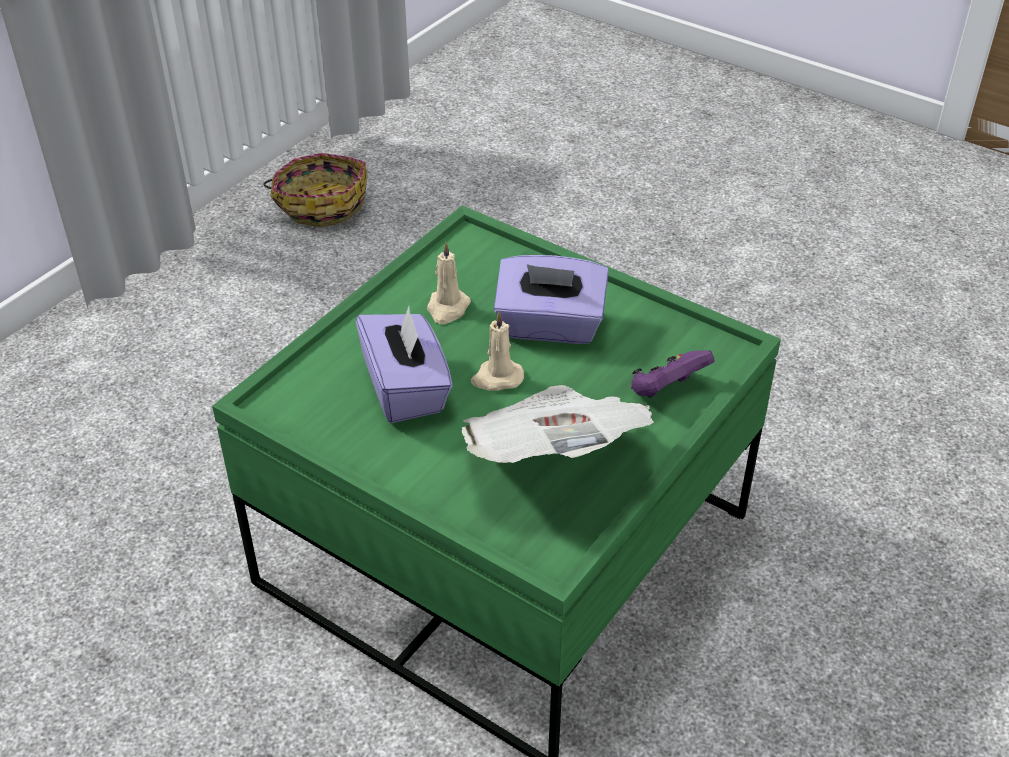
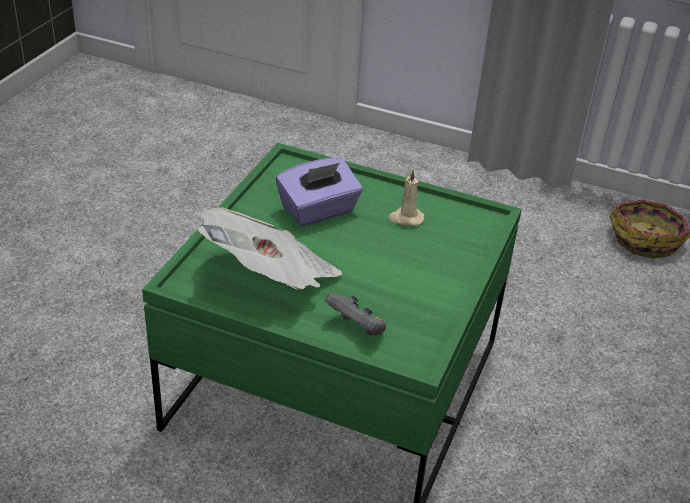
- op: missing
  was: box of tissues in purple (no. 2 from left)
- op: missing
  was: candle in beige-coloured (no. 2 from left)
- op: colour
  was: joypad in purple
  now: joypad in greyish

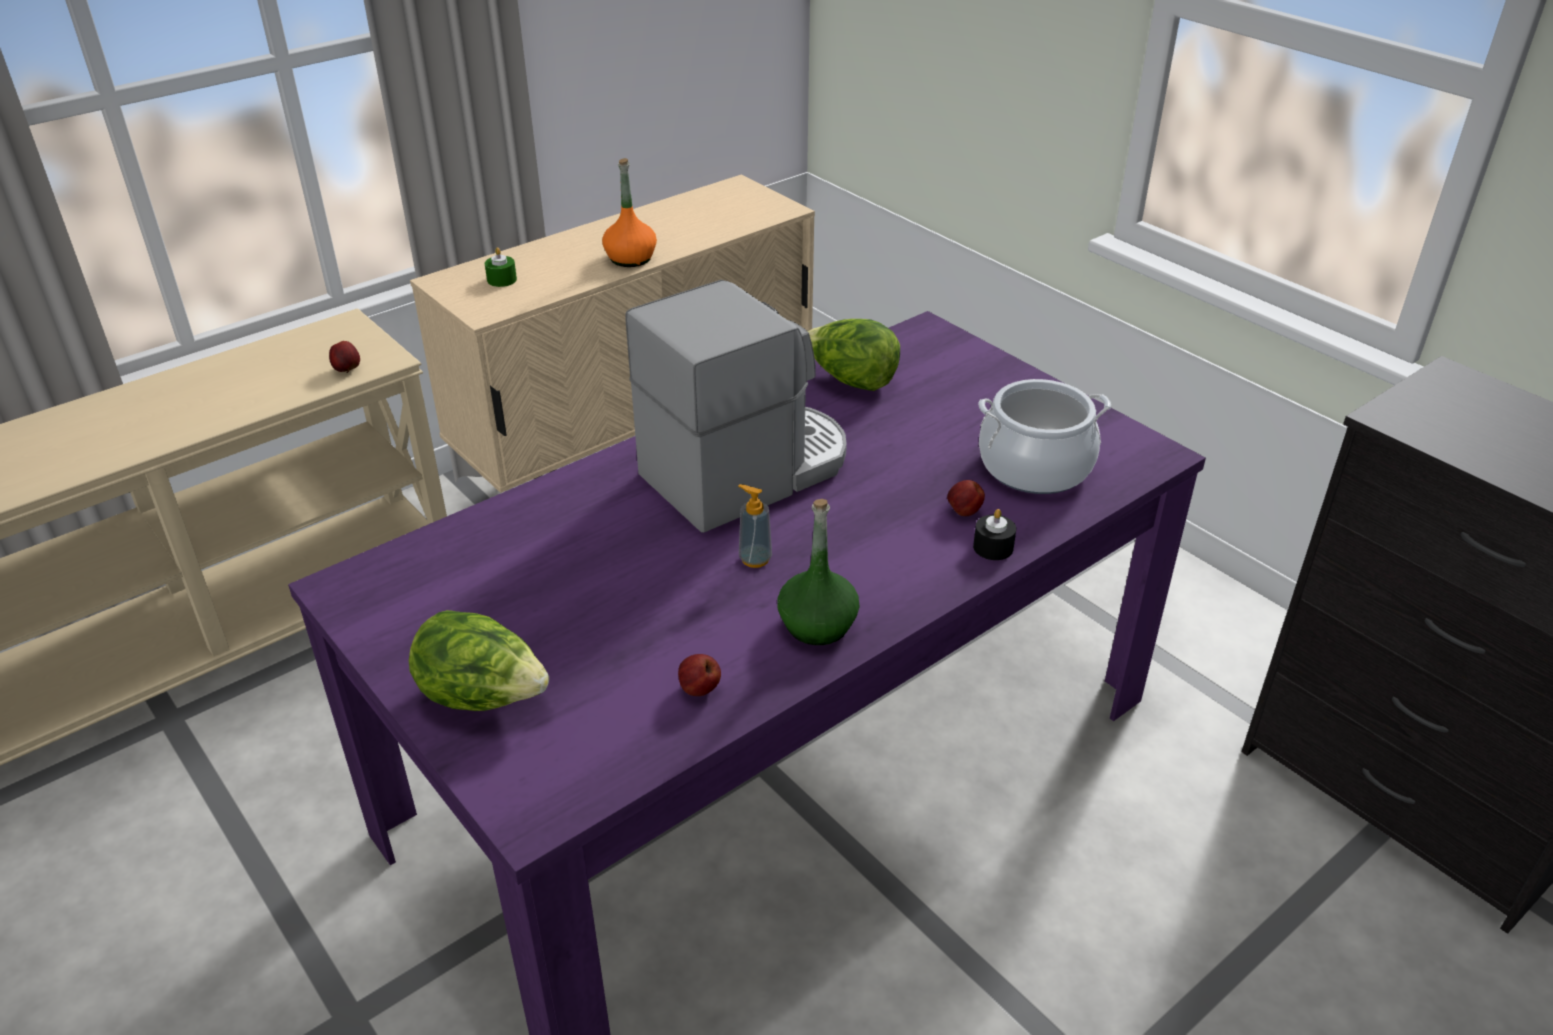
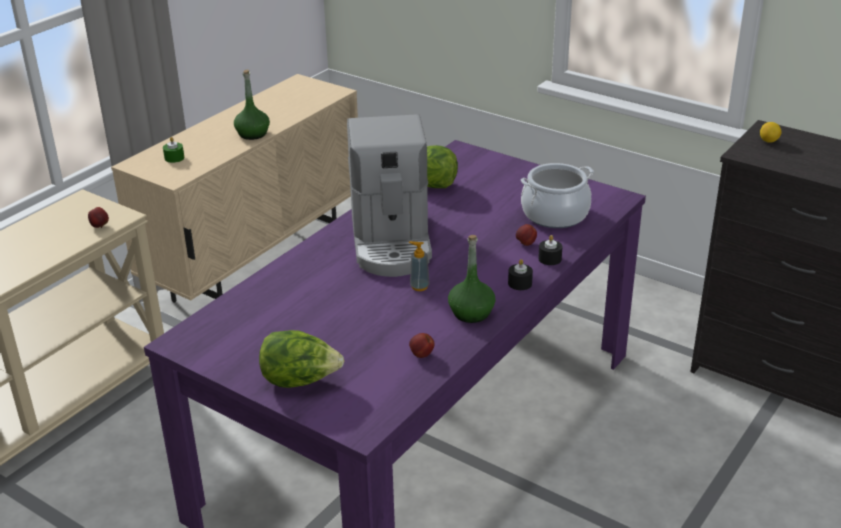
- op: colour
  was: beverage bottle in orangey
  now: beverage bottle in greenish (no. 1 from left)
- op: spun
  was: coffee brewer
  clockwise: 135
- op: appeared
  now: whole lemon
- op: appeared
  now: candle in black-coloured (no. 1 from left)

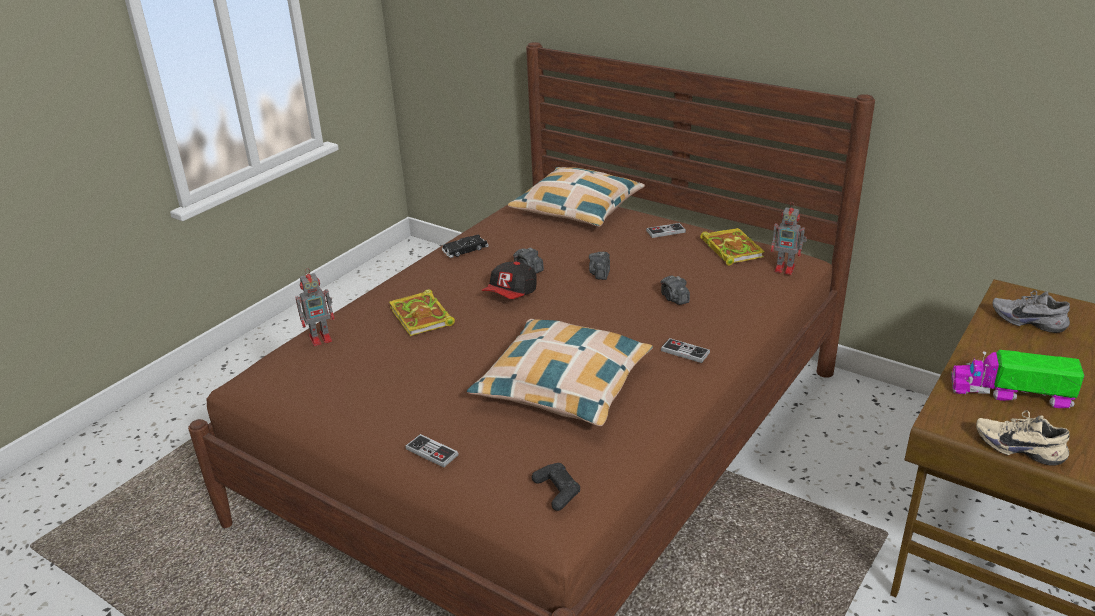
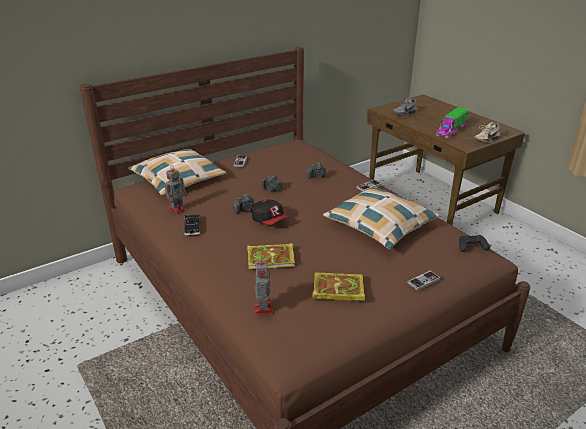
- op: relocated
  was: toy robot (no. 2 from left in the first image)
  now: toy robot (no. 1 from left)
- op: relocated
  was: bound book (no. 2 from left)

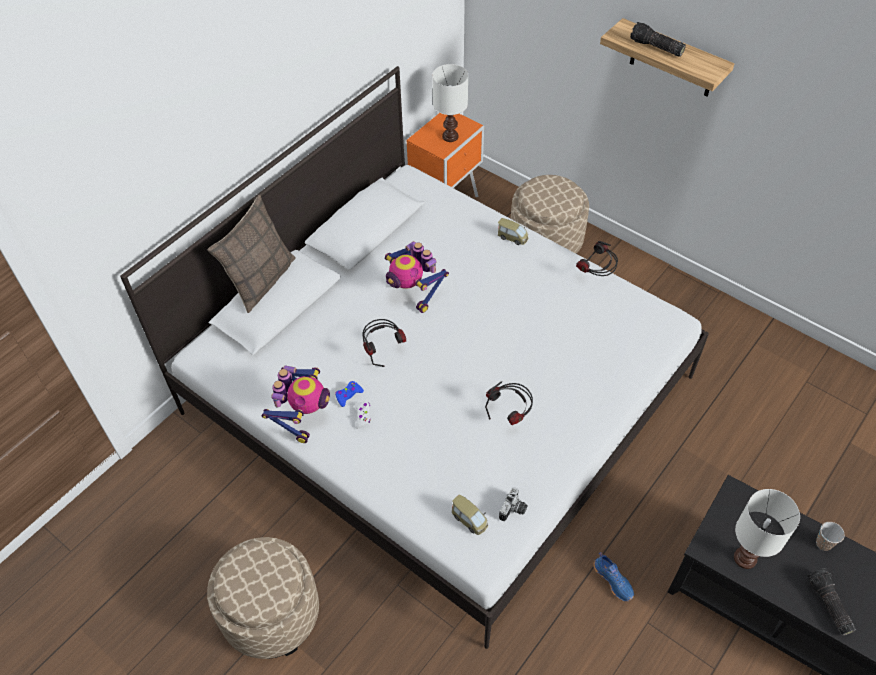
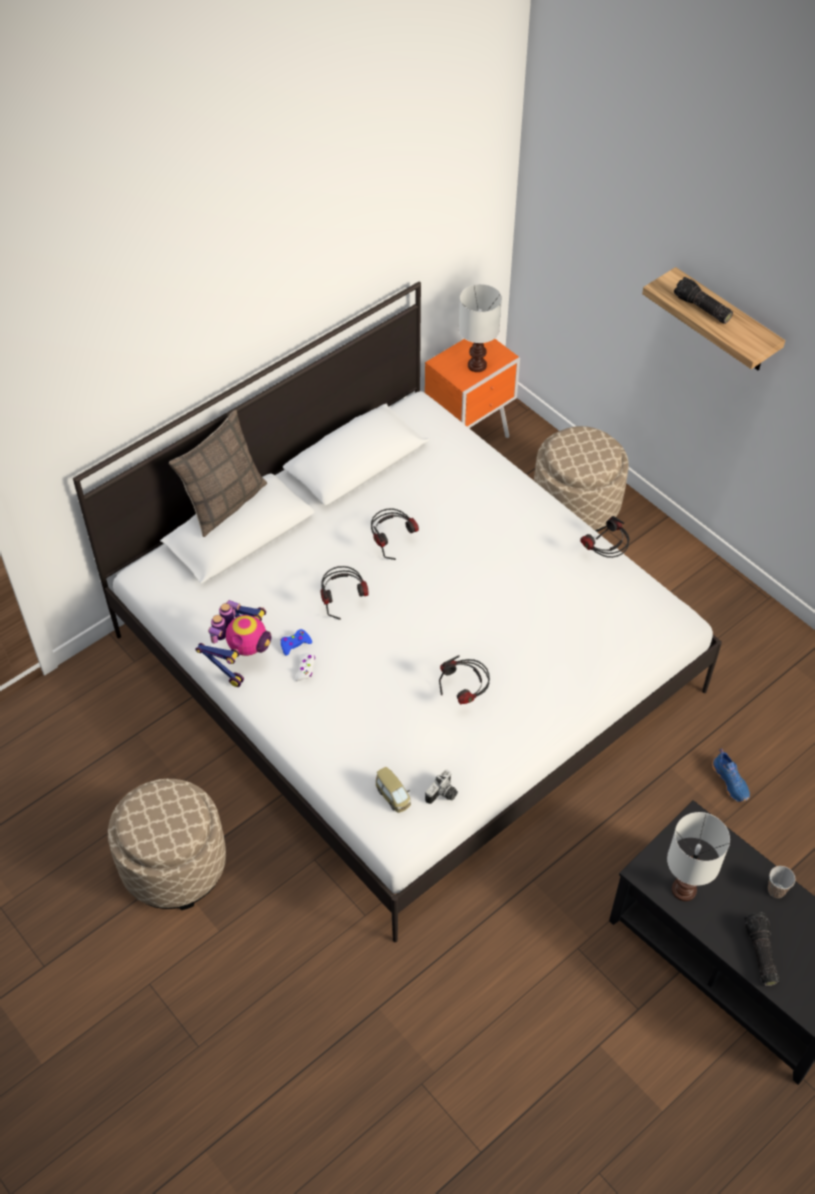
- op: missing
  was: model car (no. 2 from left)
- op: exchanged
  was: toy robot (no. 2 from left)
  now: headset (no. 2 from left)
- op: relocated
  was: shoe in bluish

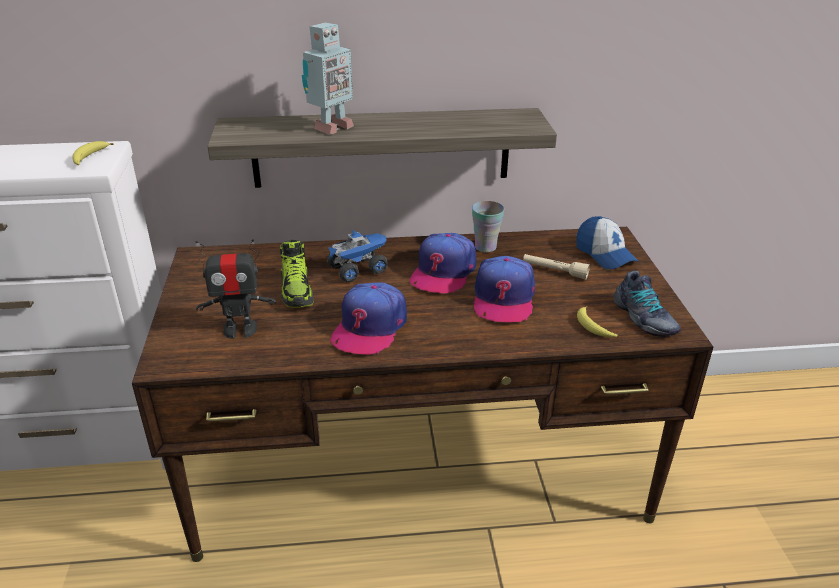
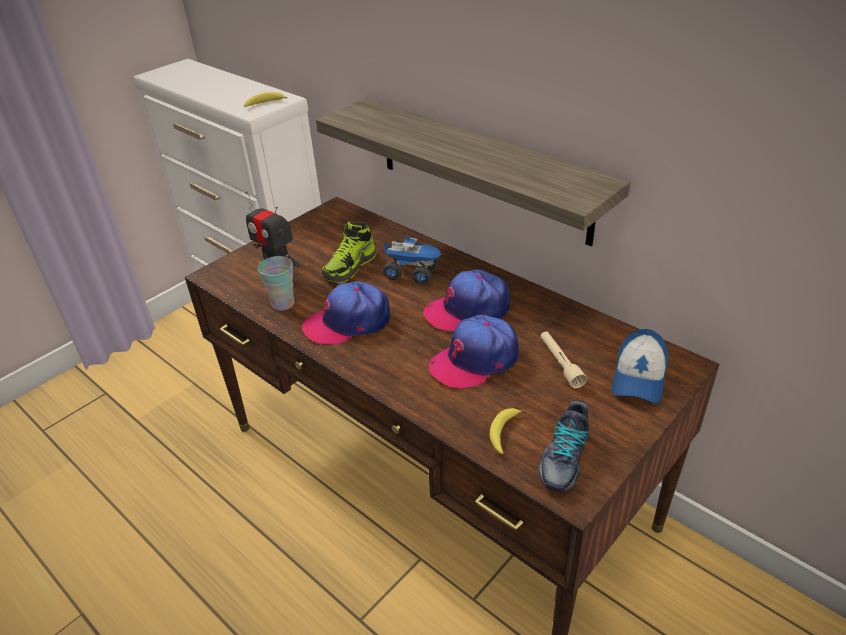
- op: missing
  was: toy robot (no. 2 from left)
- op: relocated
  was: drinking cup

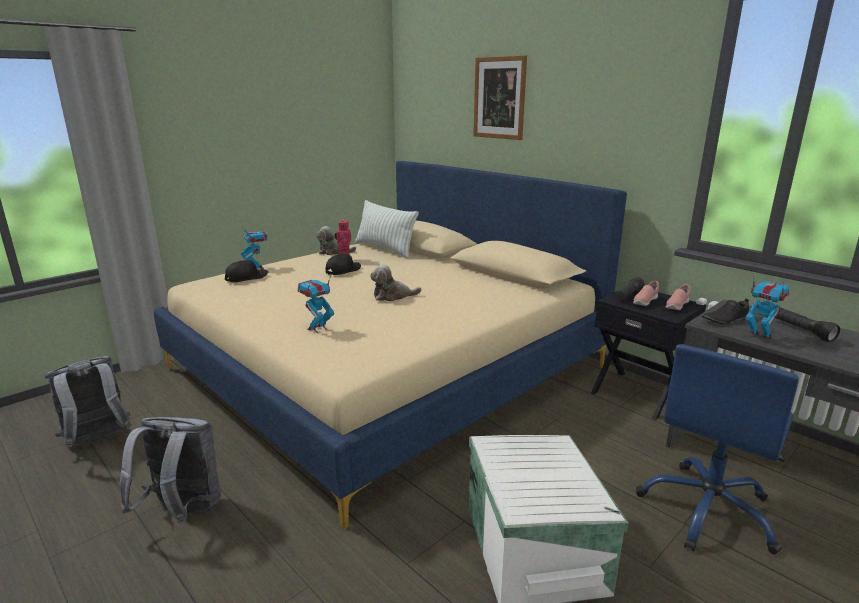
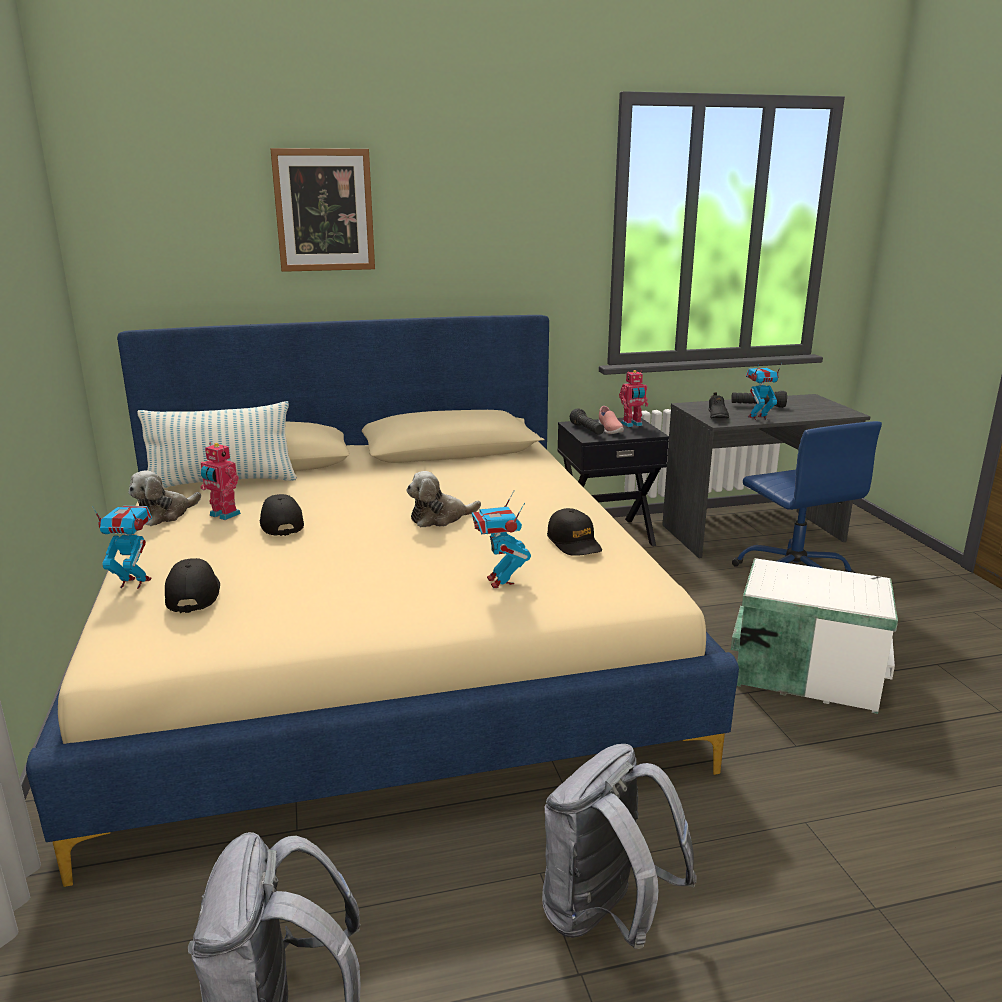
- op: spun
  was: plush toy (no. 2 from left)
  clockwise: 45
- op: exchanged
  was: shoe in pinkish (no. 2 from left)
  now: toy robot (no. 4 from left)
- op: appeared
  now: cap in black-coloured (no. 3 from left)

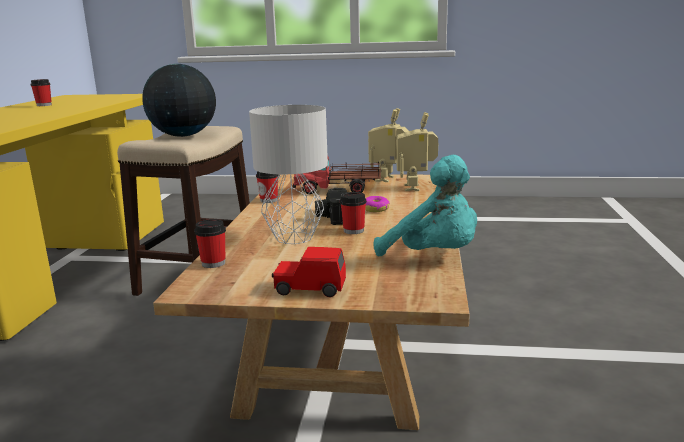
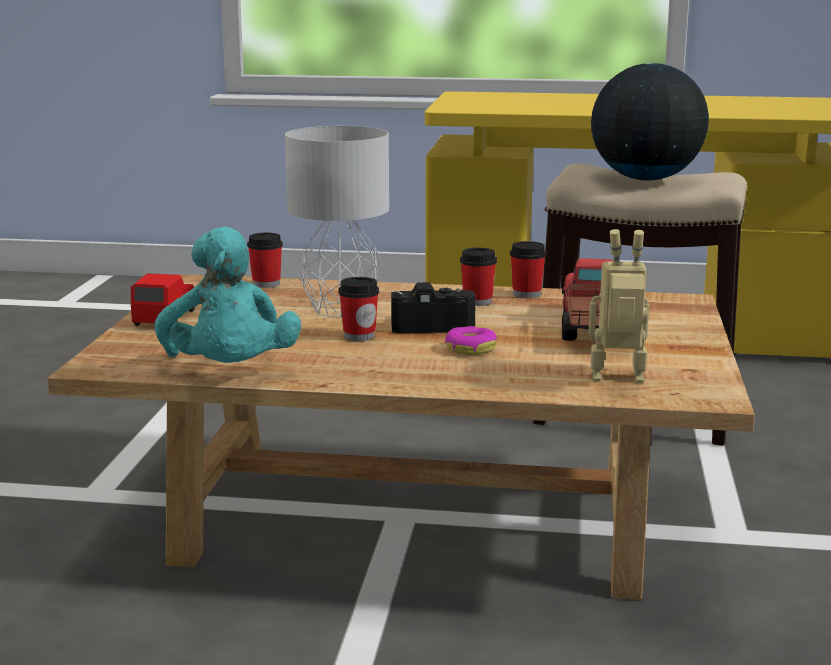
- op: relocated
  was: drinking cup (no. 1 from left in the first image)
  now: drinking cup (no. 3 from left)
- op: missing
  was: toy robot (no. 1 from left)
- op: spun
  was: plush toy in blue-green
  clockwise: -60

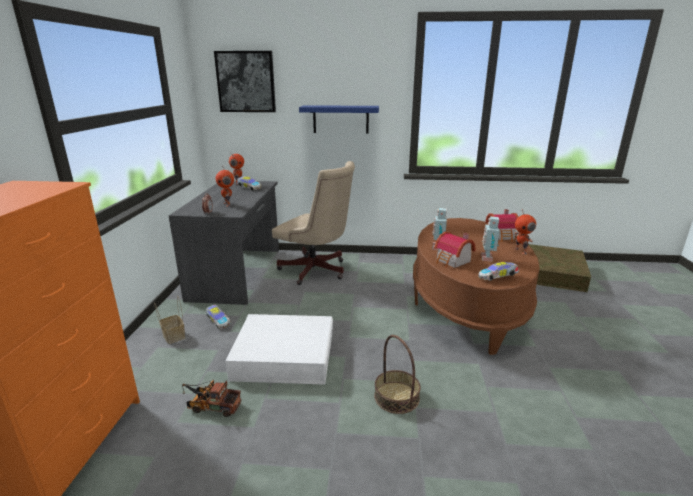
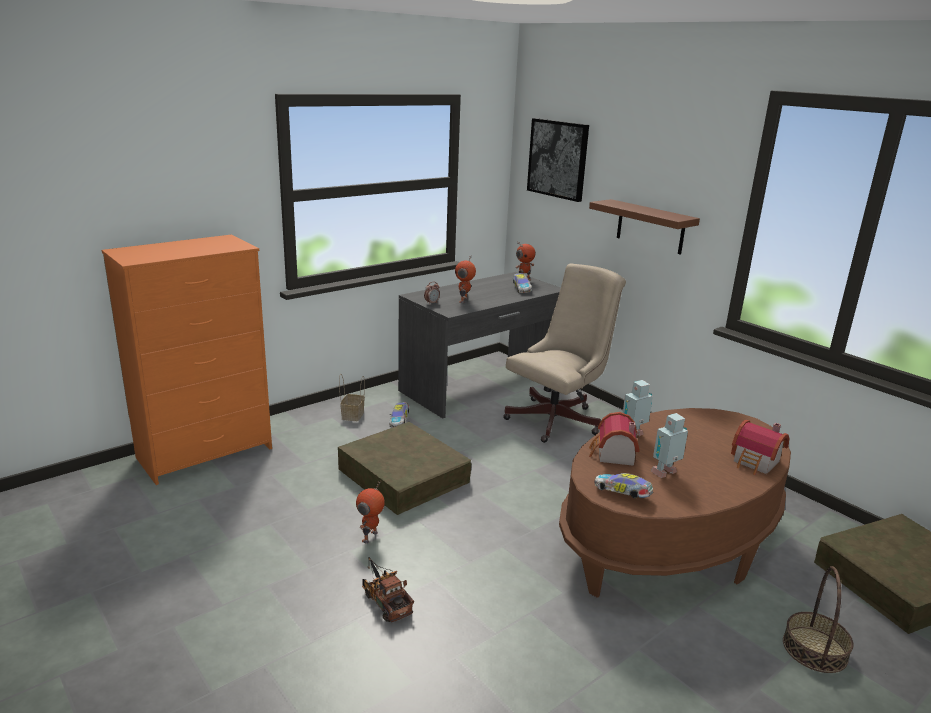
- op: colour
  was: bracket shelf in bluish
  now: bracket shelf in brownish
- op: spun
  was: computer chair in beige-coloured
  clockwise: -120
- op: relocated
  was: toy robot (no. 5 from left in the first image)
  now: toy robot (no. 1 from left)
- op: colour
  was: storage container in white
  now: storage container in brownish (no. 1 from left)
- op: relocated
  was: household basket (no. 2 from left)
- op: relocated
  was: toy truck

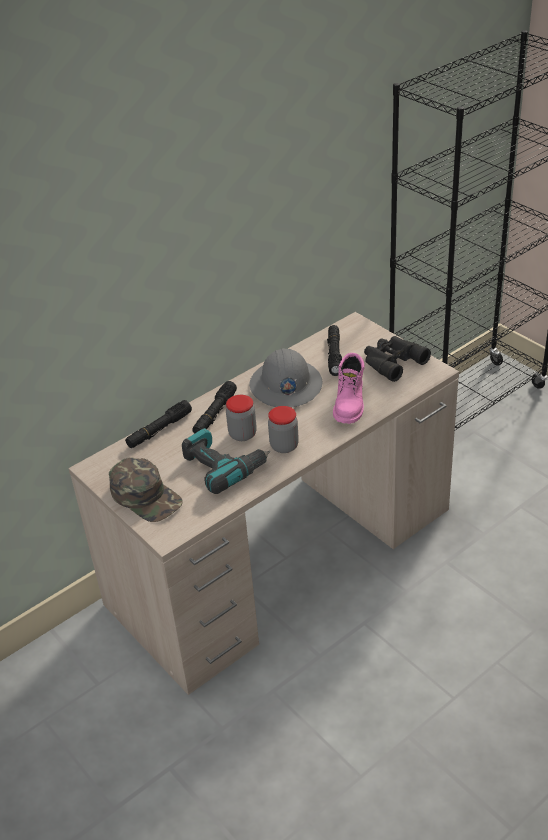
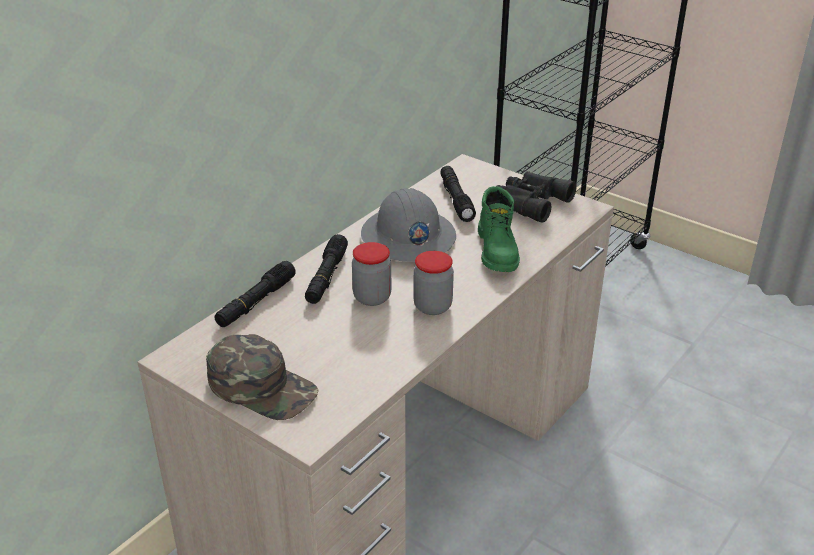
- op: colour
  was: high-top boot in pinkish
  now: high-top boot in greenish
- op: missing
  was: electric drill

